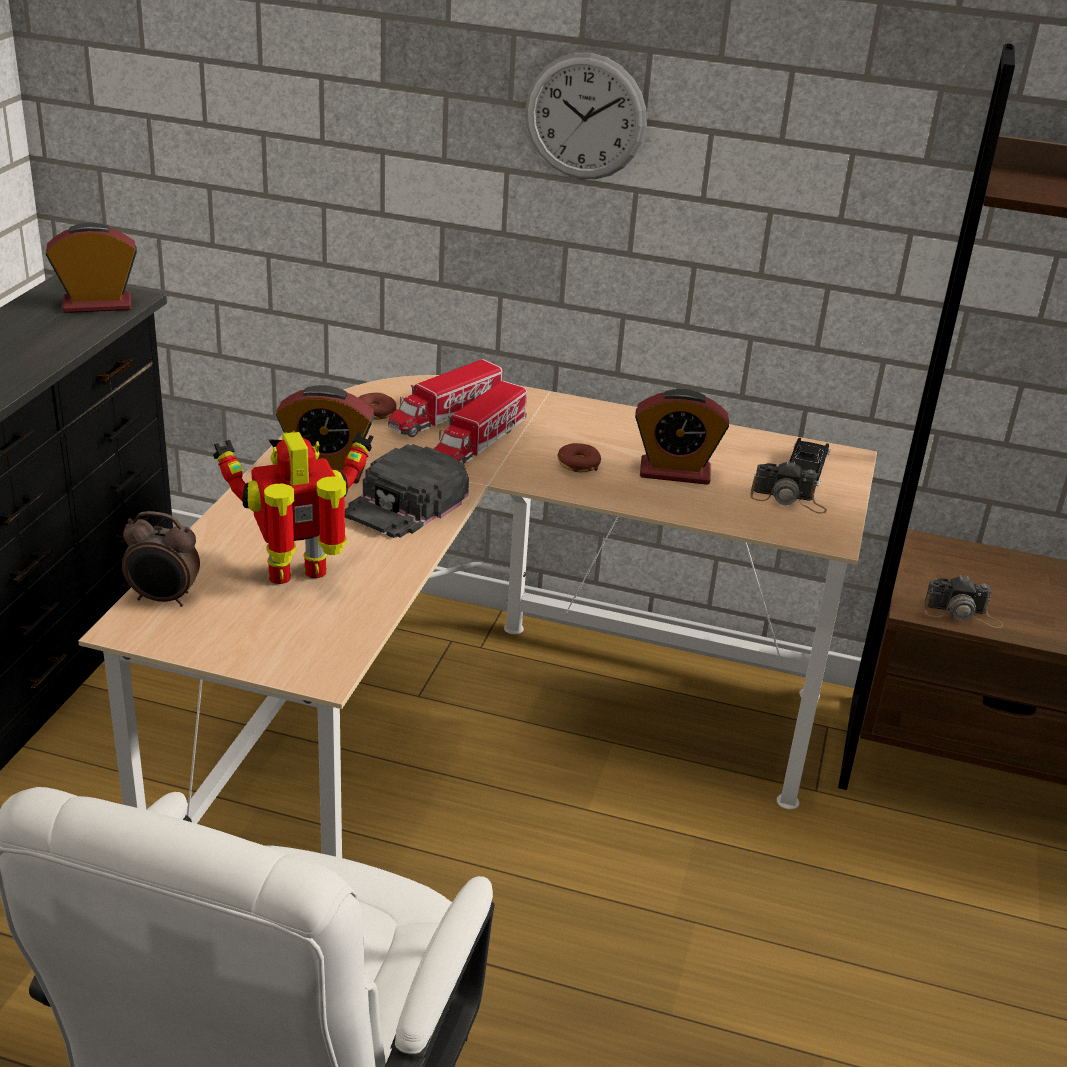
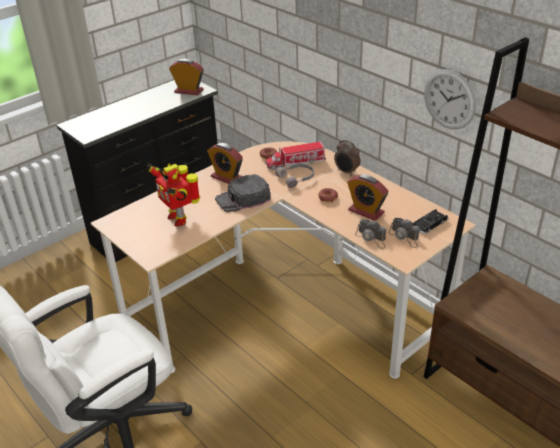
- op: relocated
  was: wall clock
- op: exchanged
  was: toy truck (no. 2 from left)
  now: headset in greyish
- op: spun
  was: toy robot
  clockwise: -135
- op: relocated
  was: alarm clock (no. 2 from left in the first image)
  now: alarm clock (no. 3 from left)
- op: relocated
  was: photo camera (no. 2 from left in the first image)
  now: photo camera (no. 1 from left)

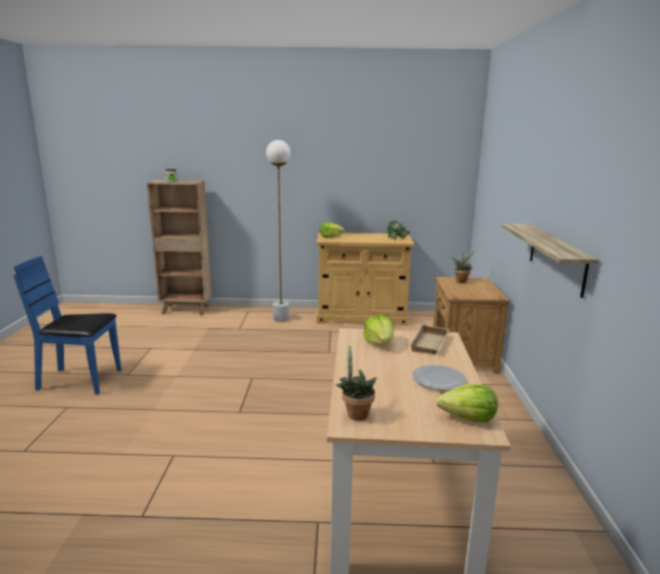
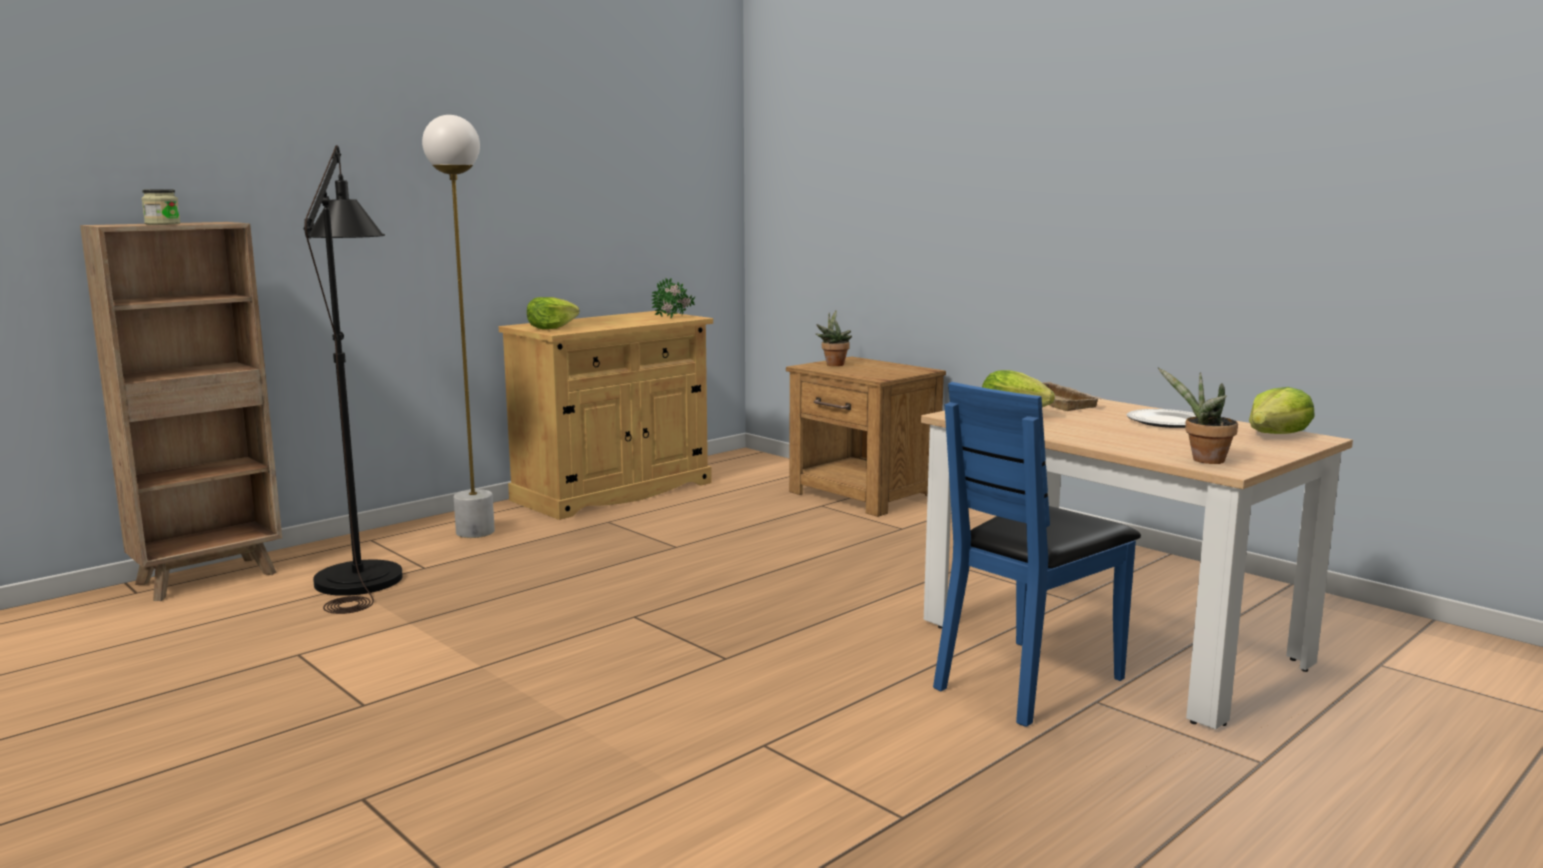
- op: missing
  was: bracket shelf
- op: relocated
  was: upright chair in bluish
- op: appeared
  now: standard lamp in black-coloured

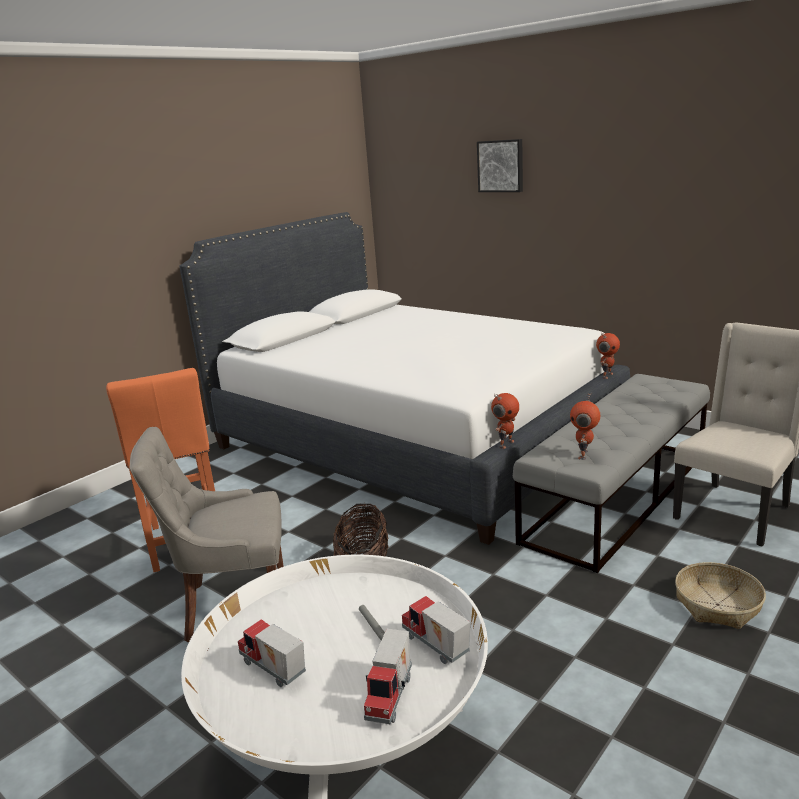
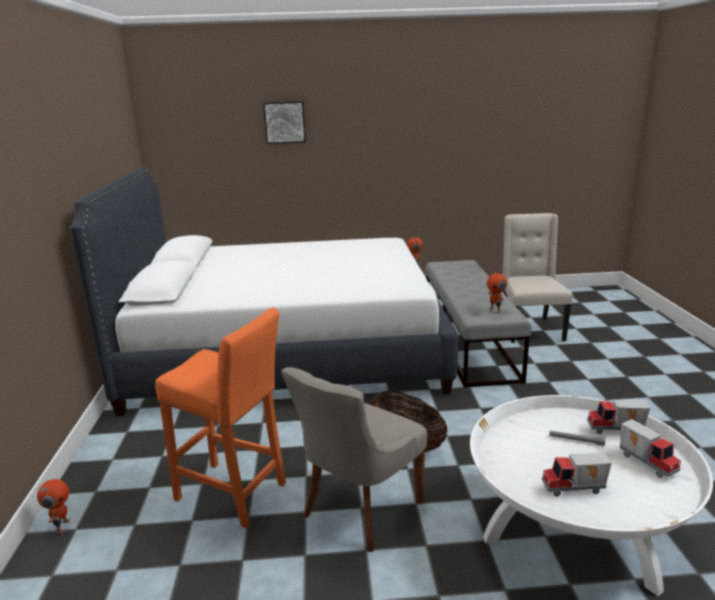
- op: relocated
  was: toy robot (no. 1 from left)
- op: missing
  was: household basket (no. 2 from left)

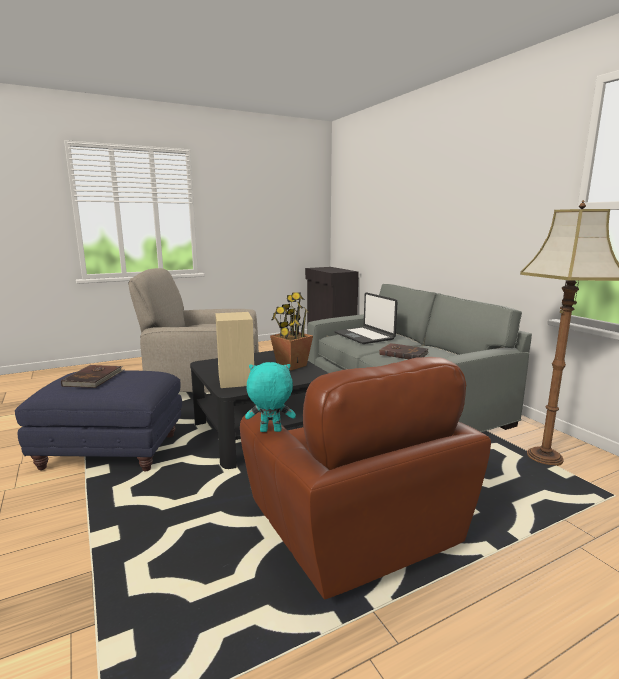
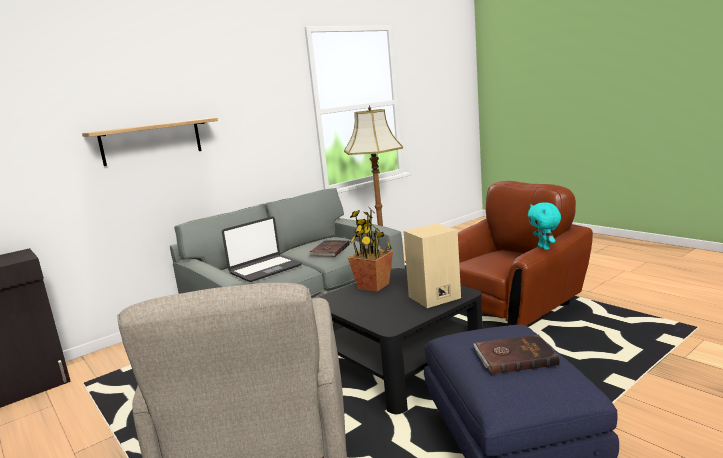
- op: appeared
  now: bracket shelf

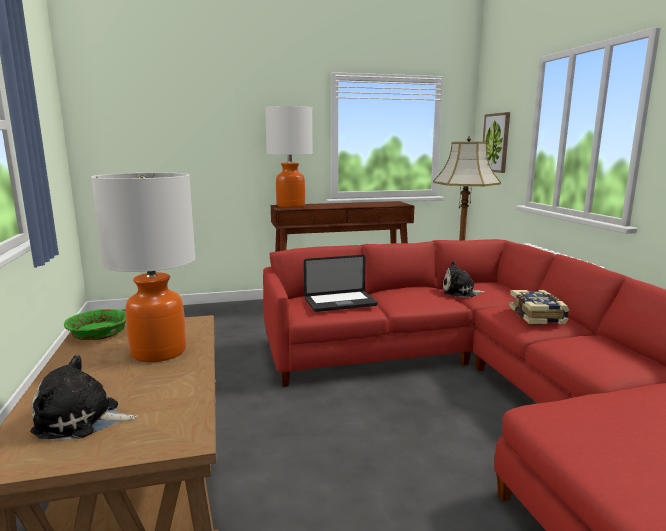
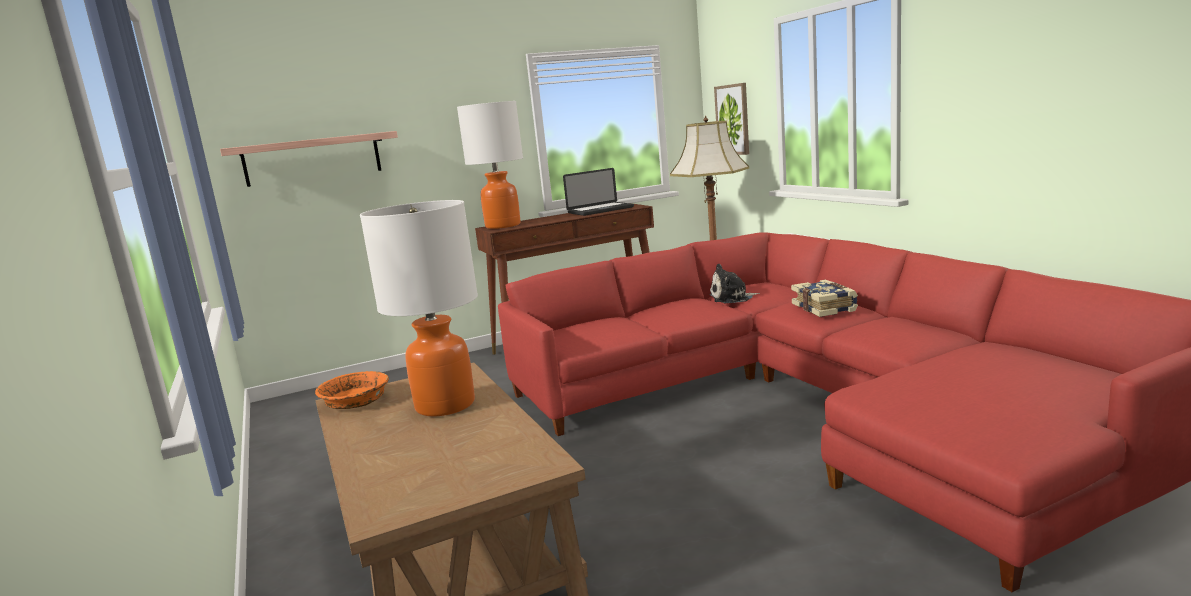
- op: relocated
  was: laptop
- op: colour
  was: deep dish in greenish
  now: deep dish in orangey
- op: missing
  was: plush toy (no. 1 from left)
- op: appeared
  now: bracket shelf

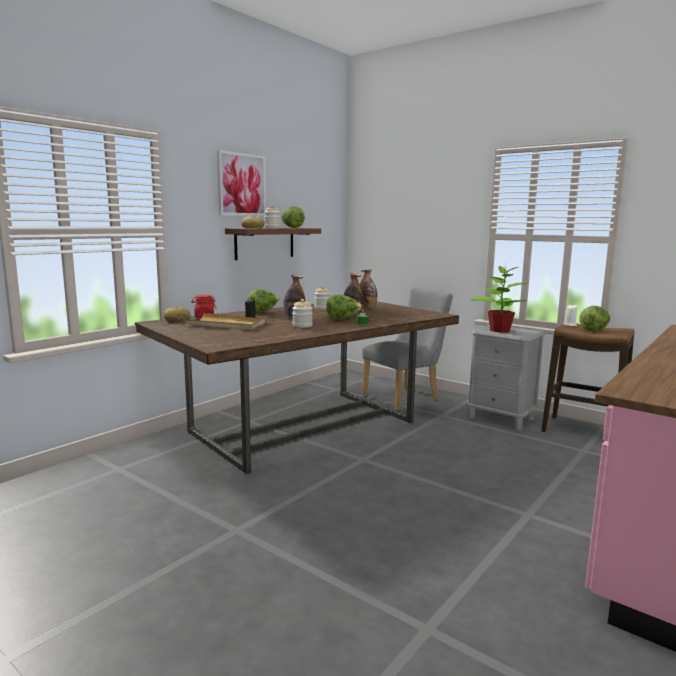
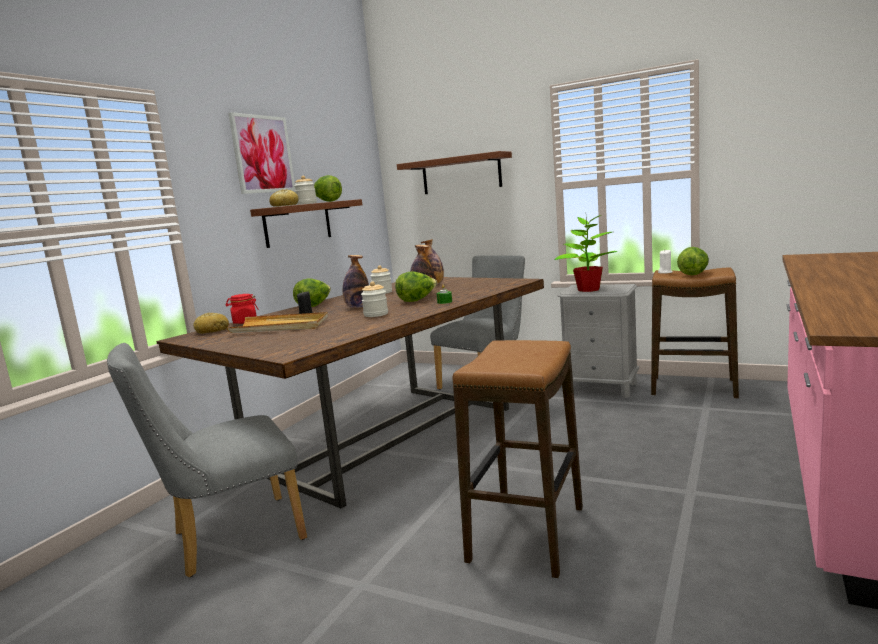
- op: appeared
  now: bracket shelf in brownish (no. 2 from left)
- op: appeared
  now: stool seat (no. 1 from left)
- op: appeared
  now: upright chair in greyish (no. 1 from left)

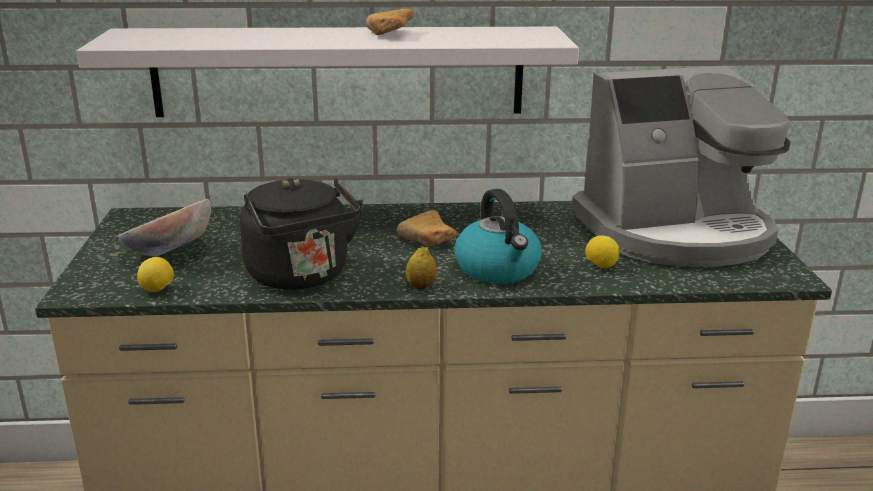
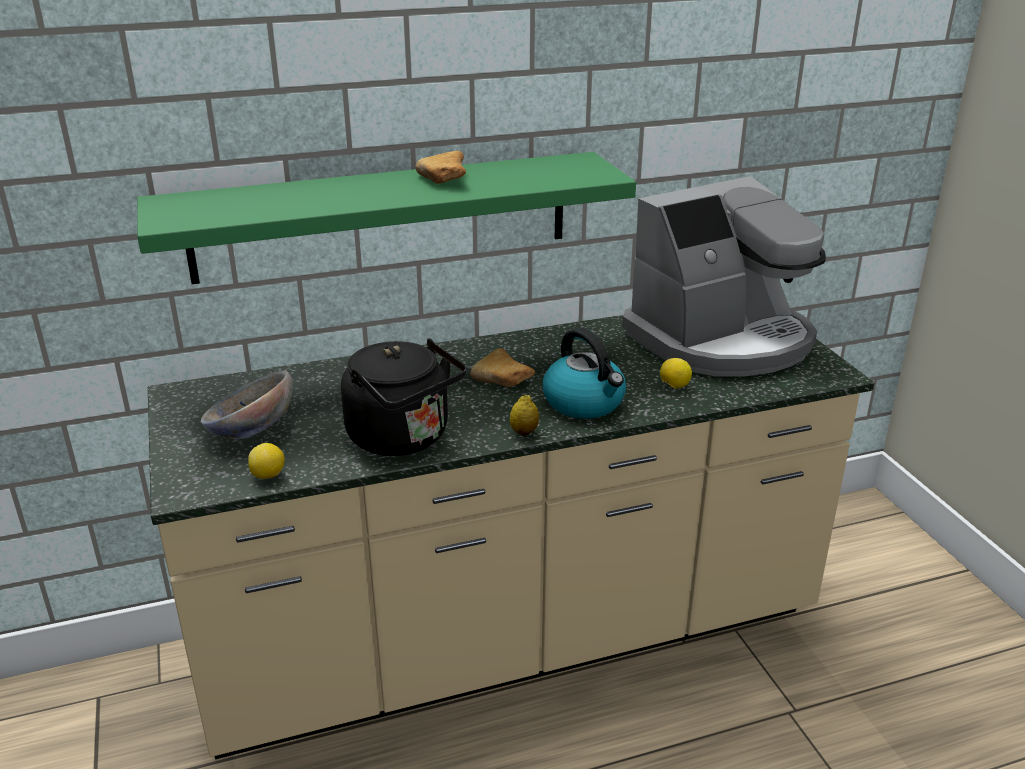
- op: colour
  was: bracket shelf in white
  now: bracket shelf in greenish

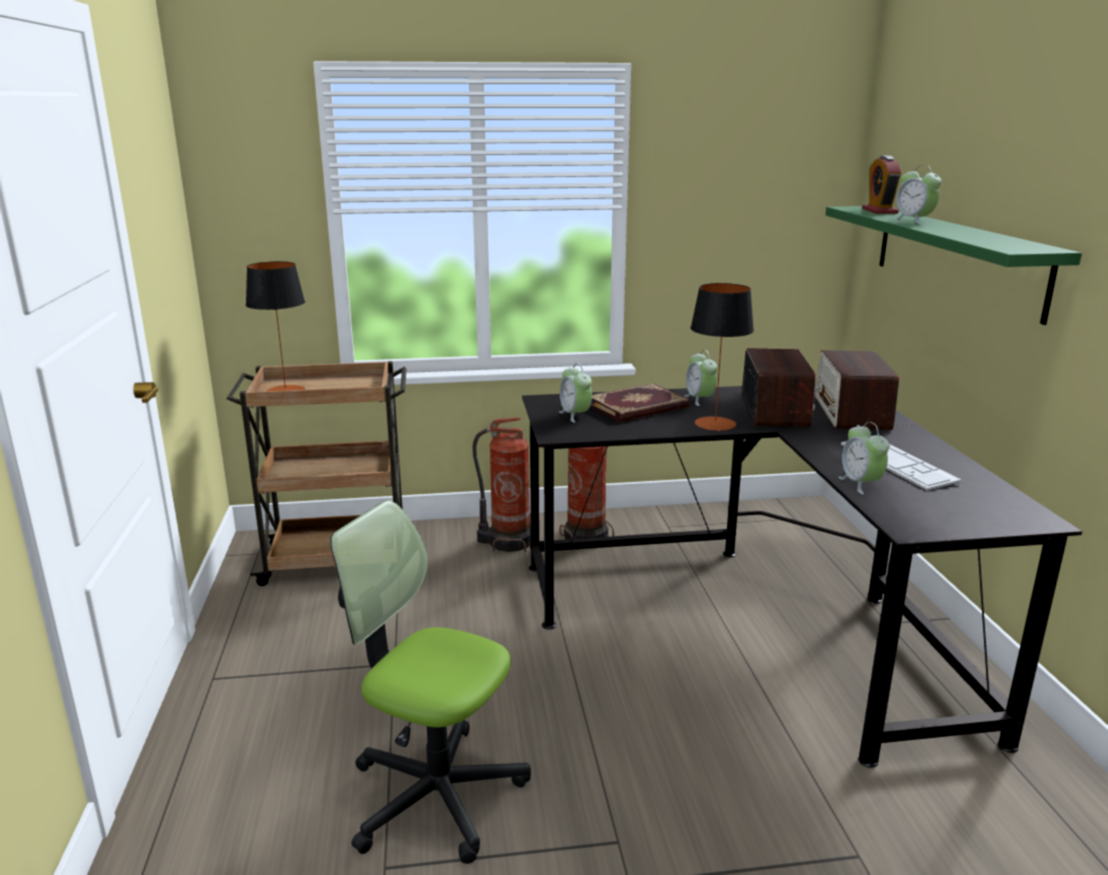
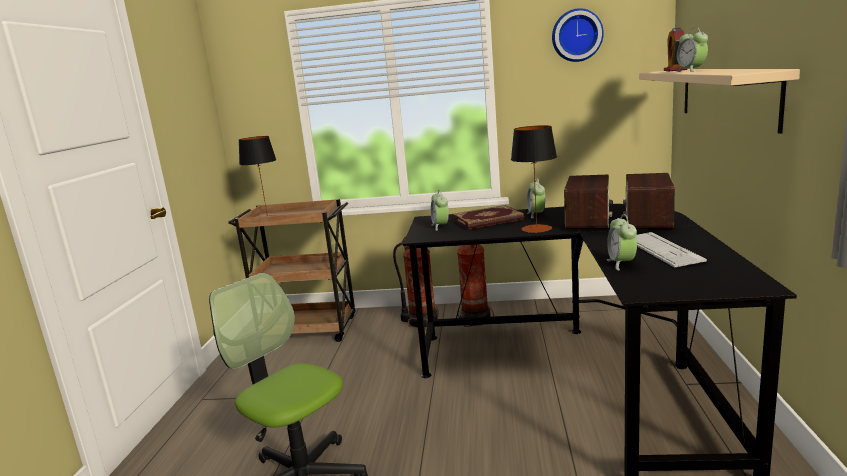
- op: colour
  was: bracket shelf in greenish
  now: bracket shelf in beige-coloured
- op: appeared
  now: wall clock

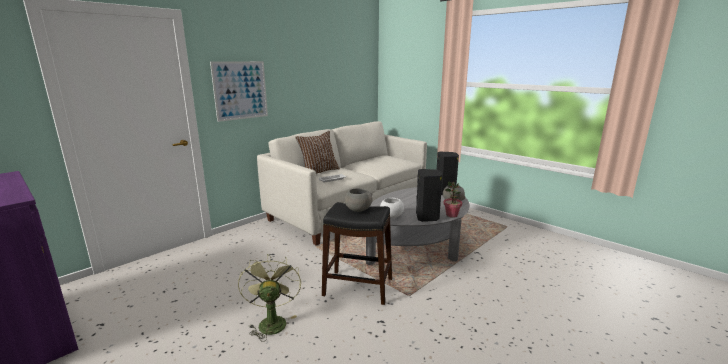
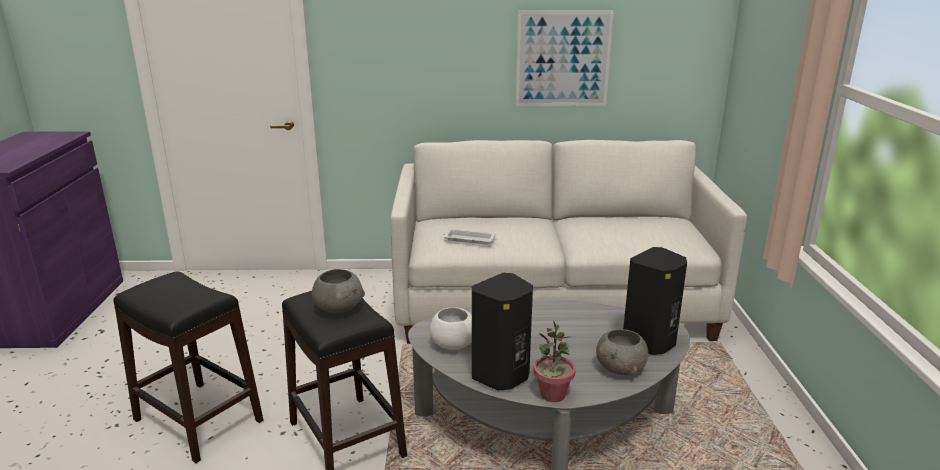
- op: relocated
  was: picture
- op: missing
  was: cushion in brownish
- op: exchanged
  was: cooling fan in greenish
  now: stool seat in black-coloured (no. 1 from left)

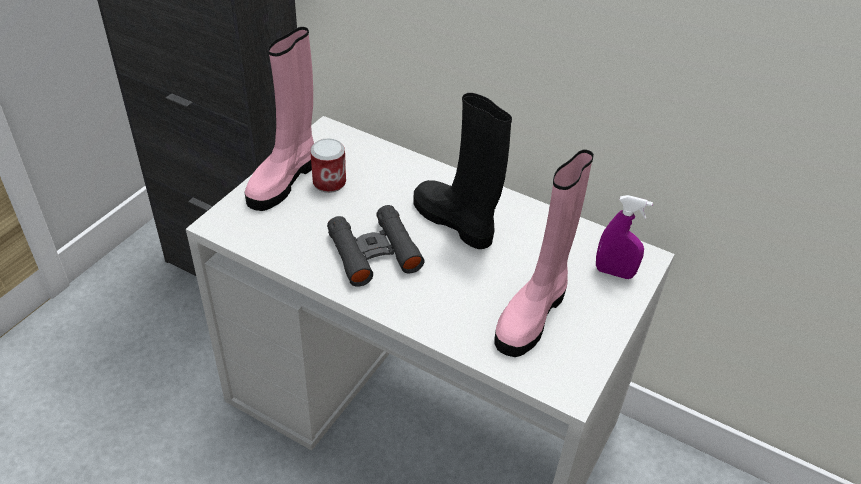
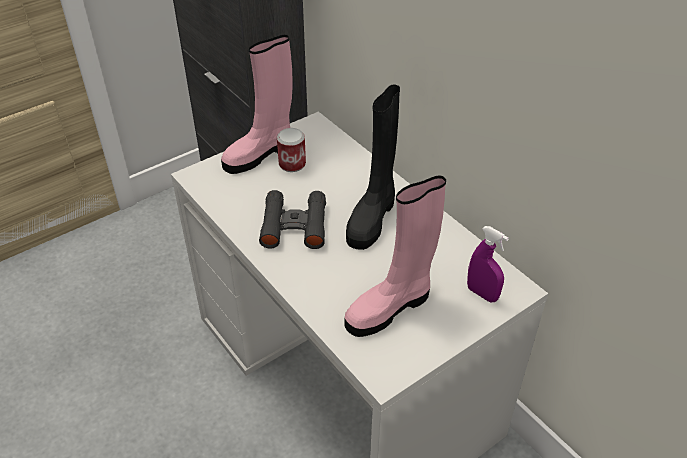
- op: spun
  was: high-top boot in black-coloured
  clockwise: -135

